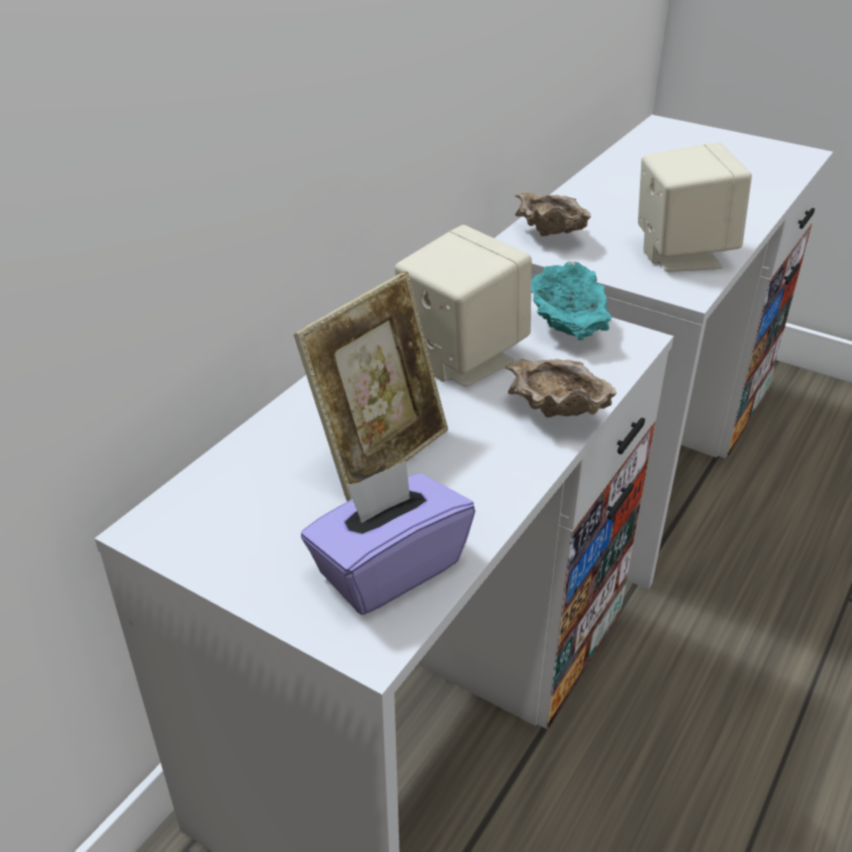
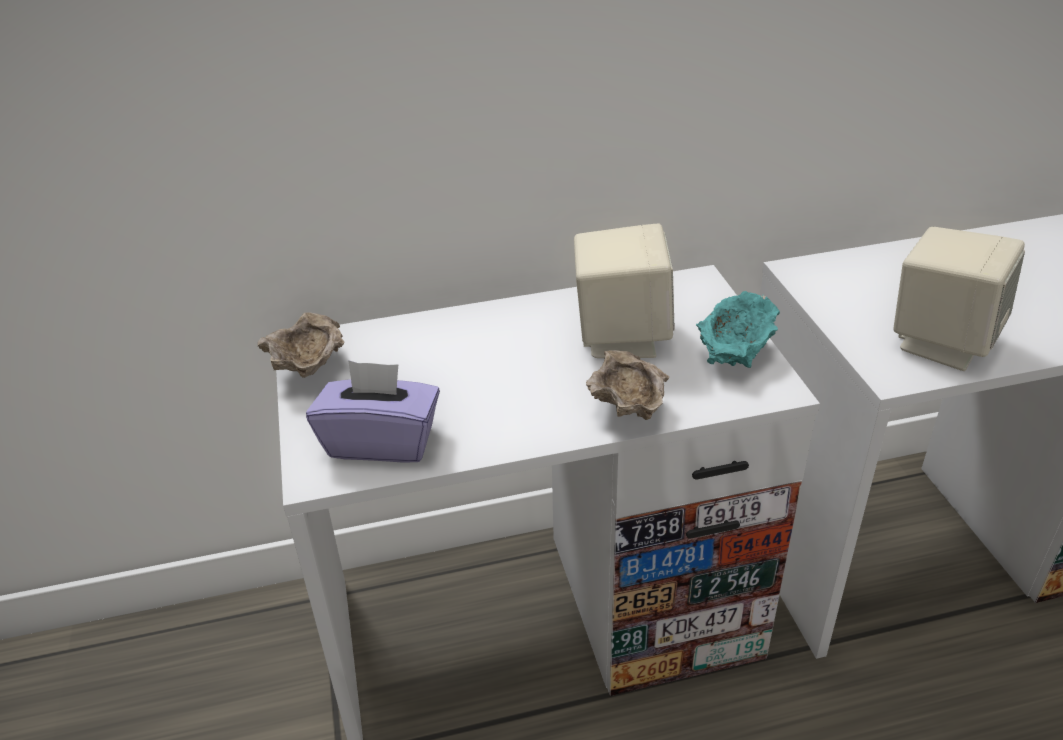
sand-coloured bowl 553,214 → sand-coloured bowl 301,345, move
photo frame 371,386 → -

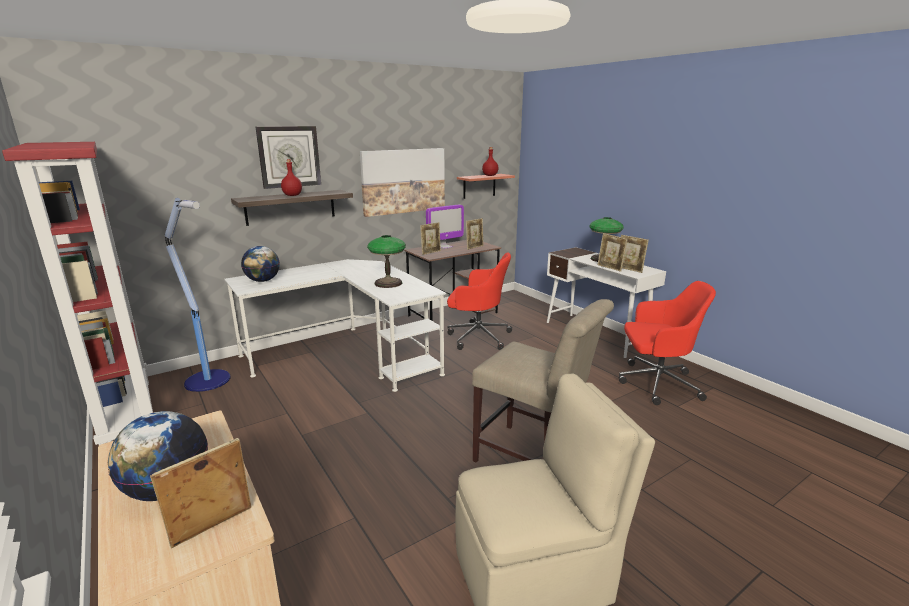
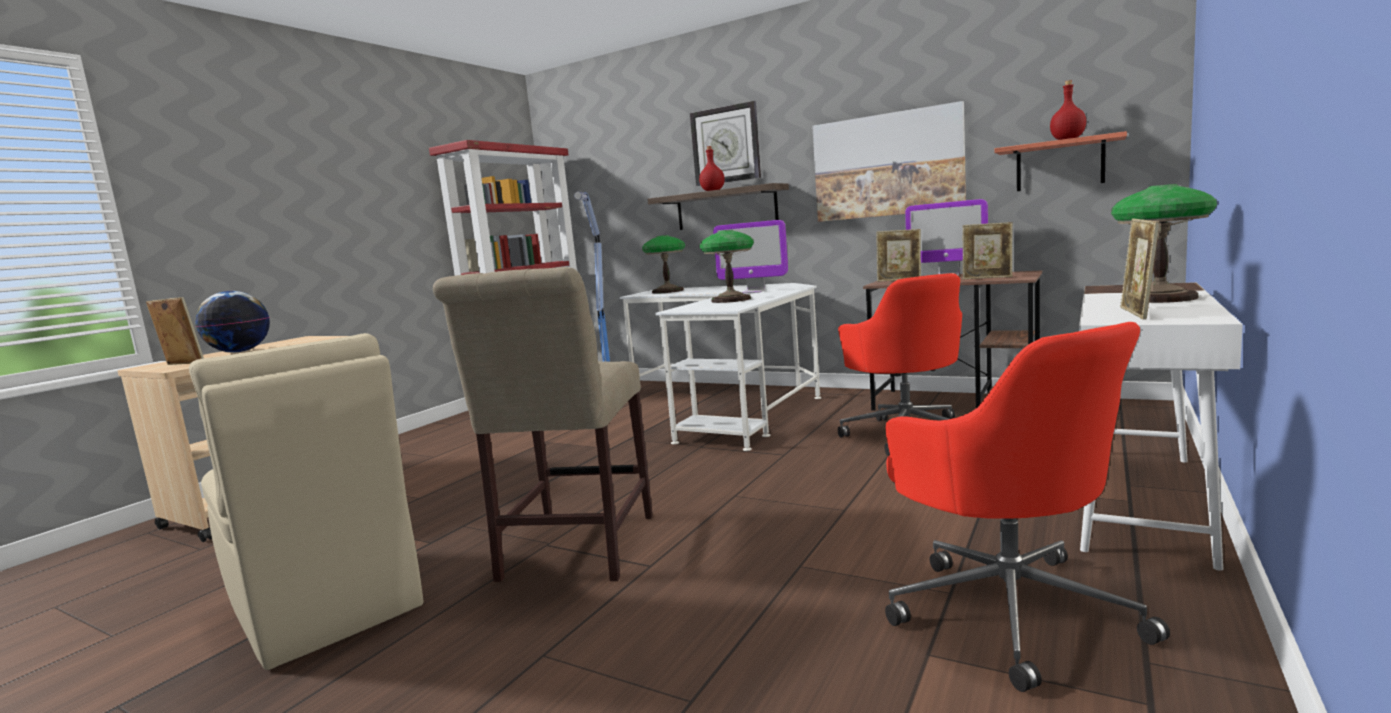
photo frame 612,252 → -
desk globe 260,264 → tabletop lamp 663,264
- → computer screen 750,257

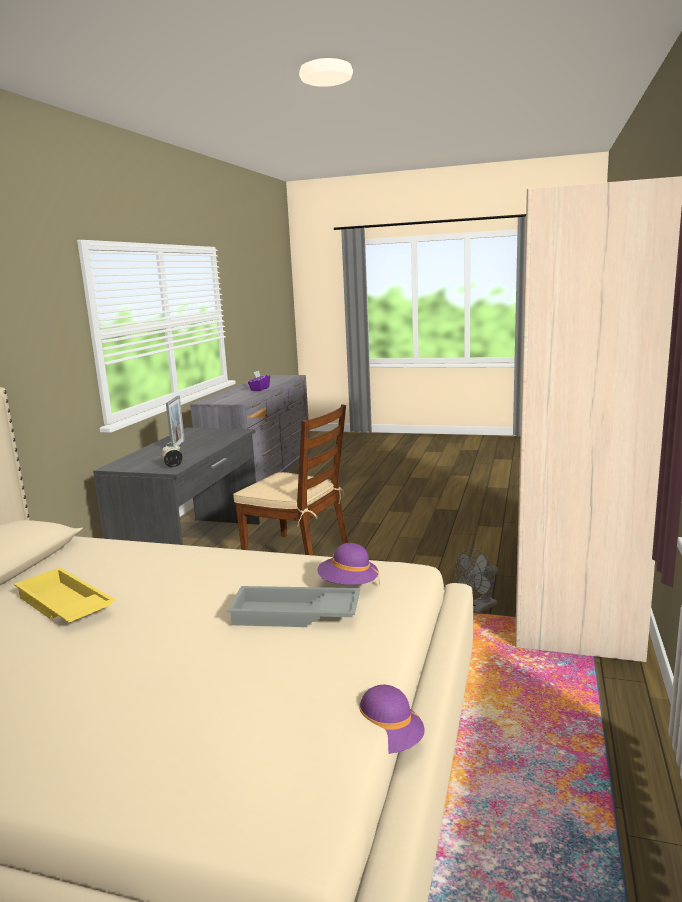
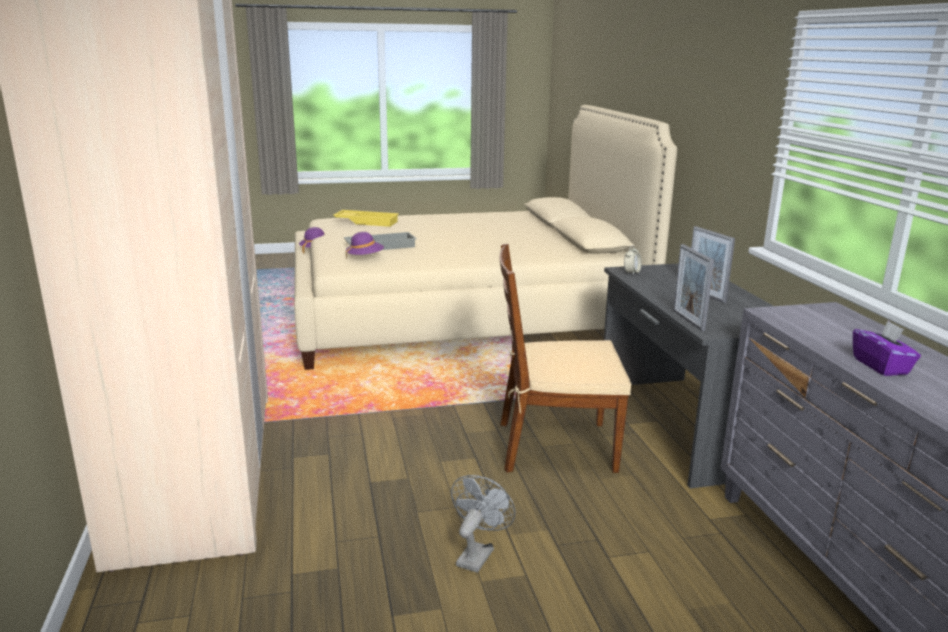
greyish cooling fan 476,581 → greyish cooling fan 483,524, move
yellow-coloured tray 64,595 → yellow-coloured tray 366,218, move
- → photo frame 693,287

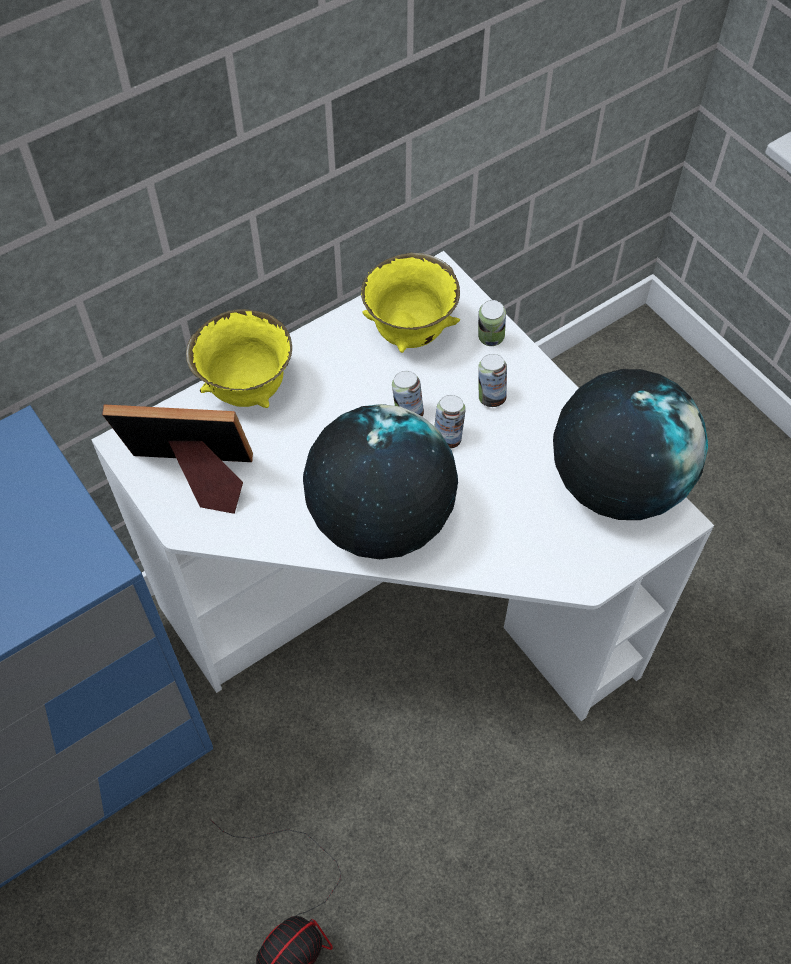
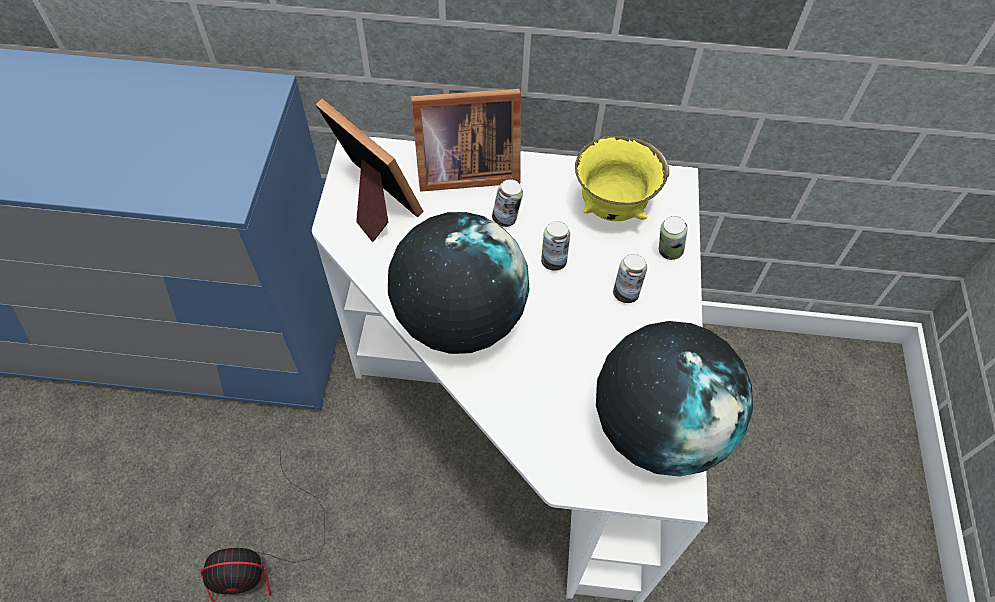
yellow-coloured bowl 239,358 → photo frame 466,140
sealed can 450,422 → sealed can 507,203, move

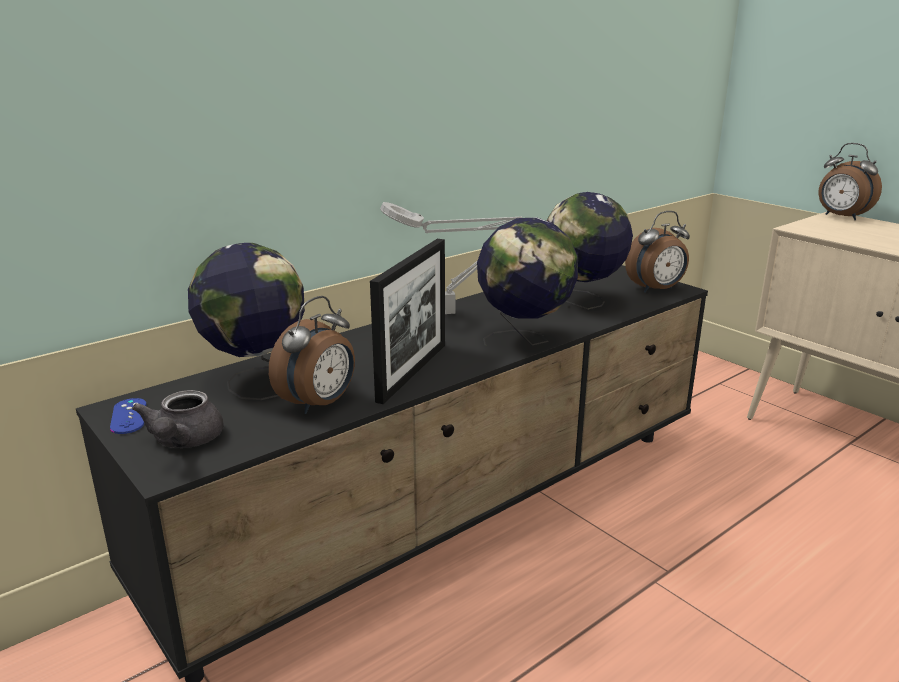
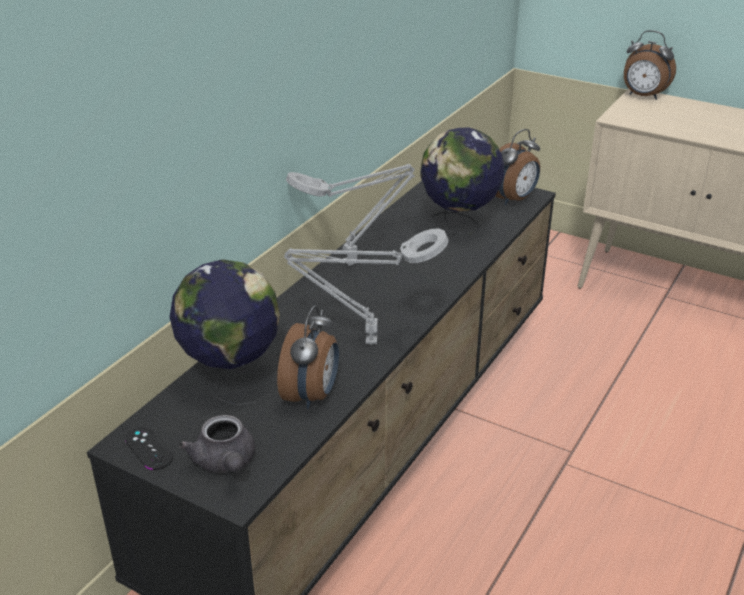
desk globe 527,281 → -
photo frame 407,321 → greyish tabletop lamp 366,287
blue-coloured game controller 128,416 → black game controller 149,448

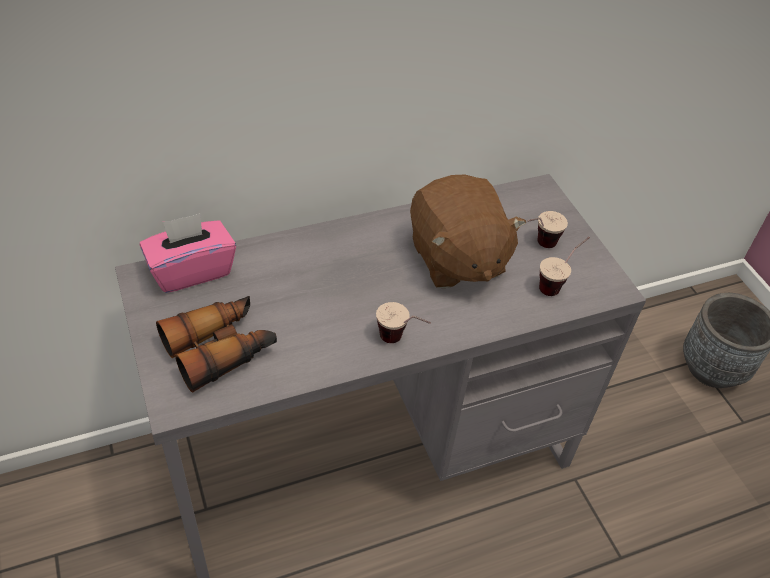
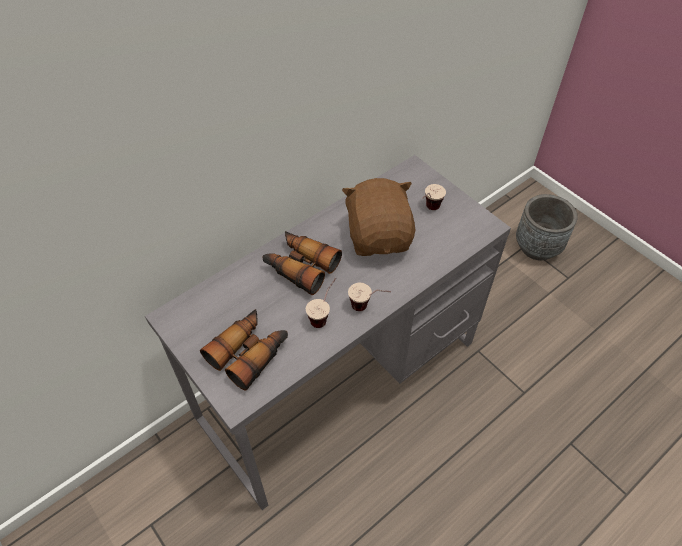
brown cuddly toy 468,231 → brown cuddly toy 378,217, 150 degrees counterclockwise
pinkish tissue box 188,253 → -
small cup 564,266 → small cup 321,303, move
- → pair of binoculars 302,263

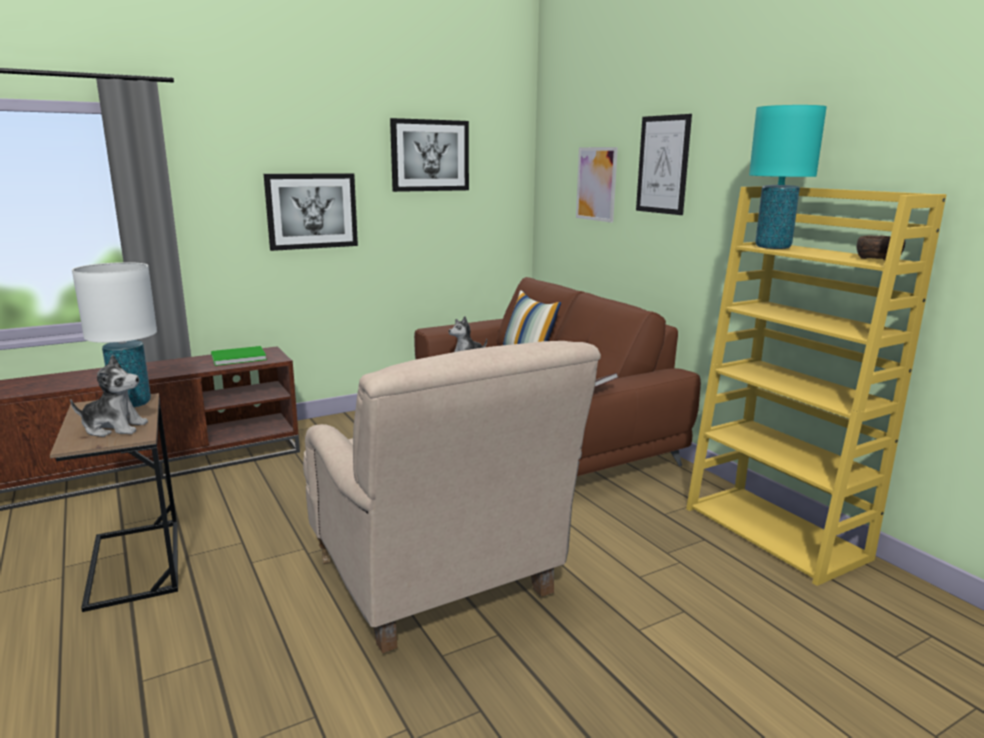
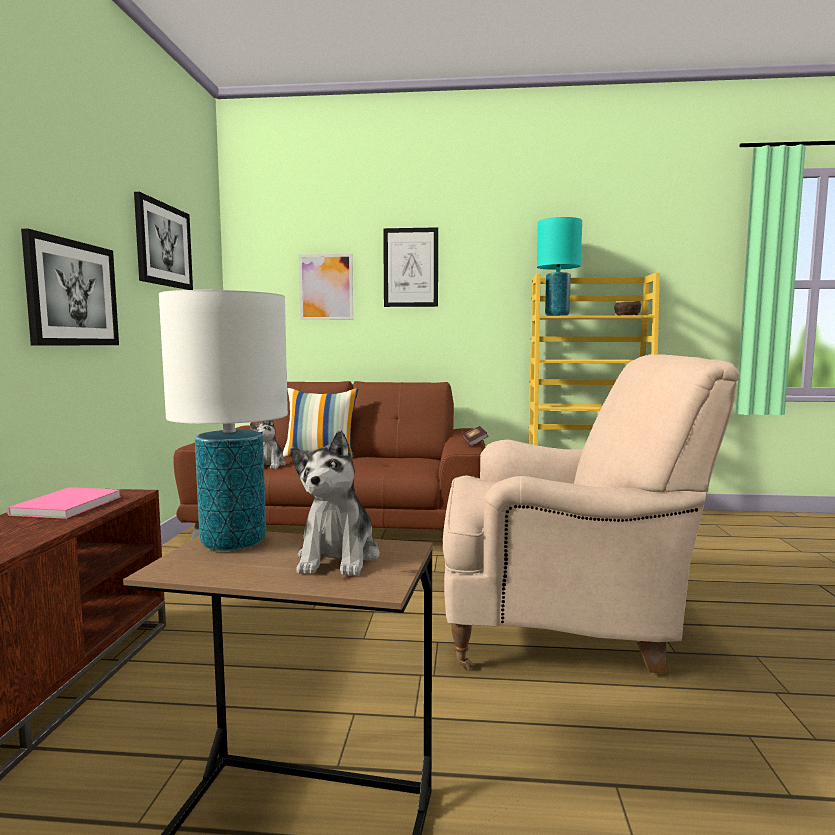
green-coloured volume 239,356 → pinkish volume 64,503
cuddly toy 109,396 → cuddly toy 335,503, 150 degrees clockwise

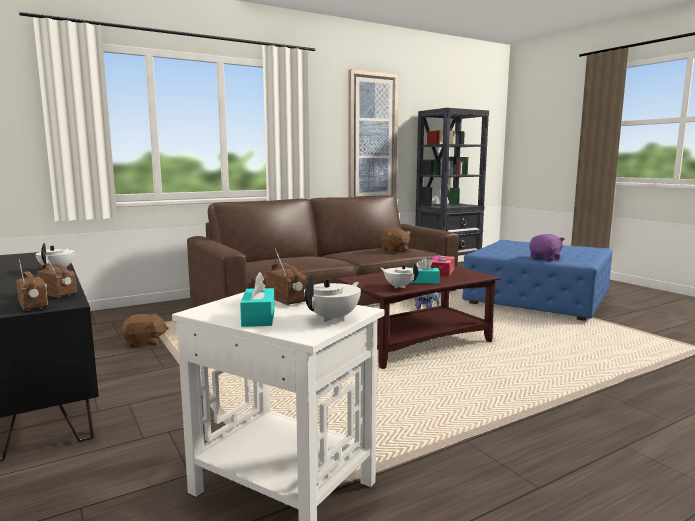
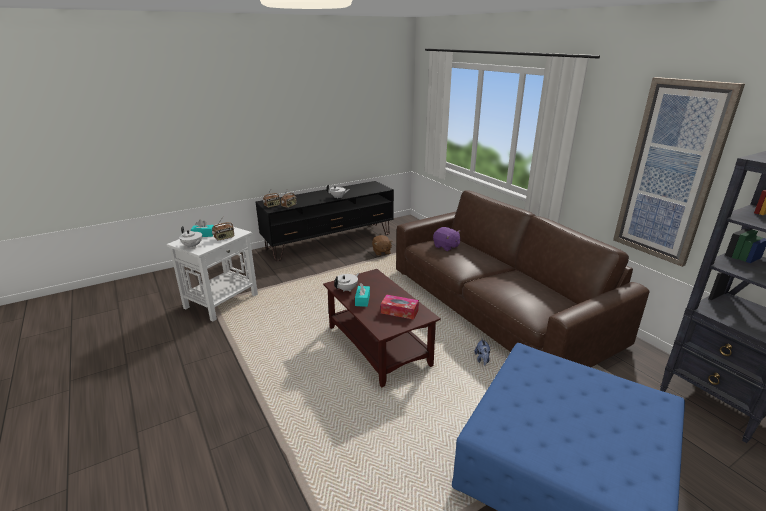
brown cuddly toy 396,239 → -
purple-coloured cuddly toy 547,247 → purple-coloured cuddly toy 447,239, move

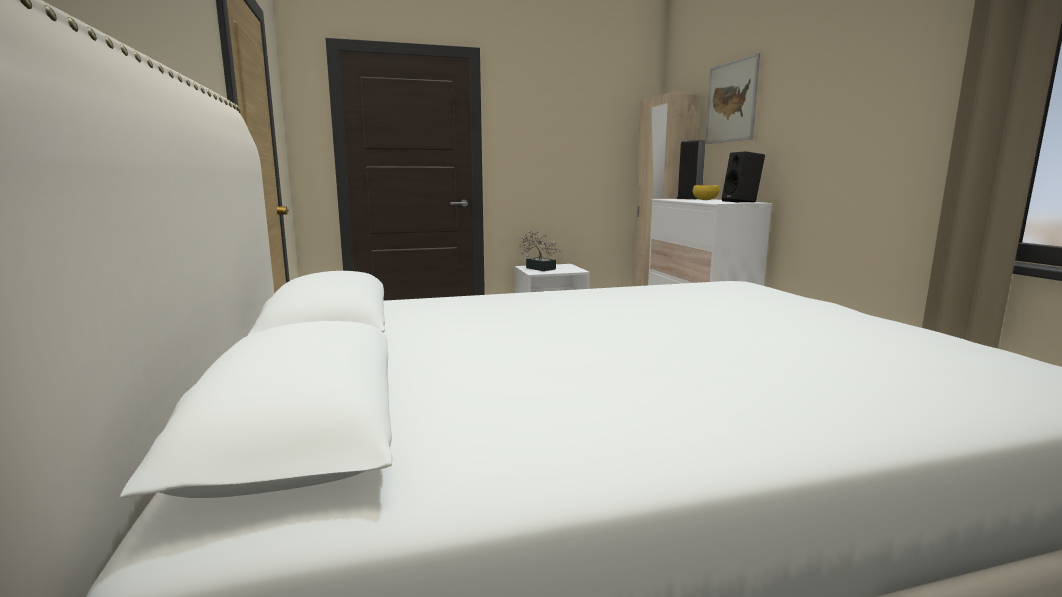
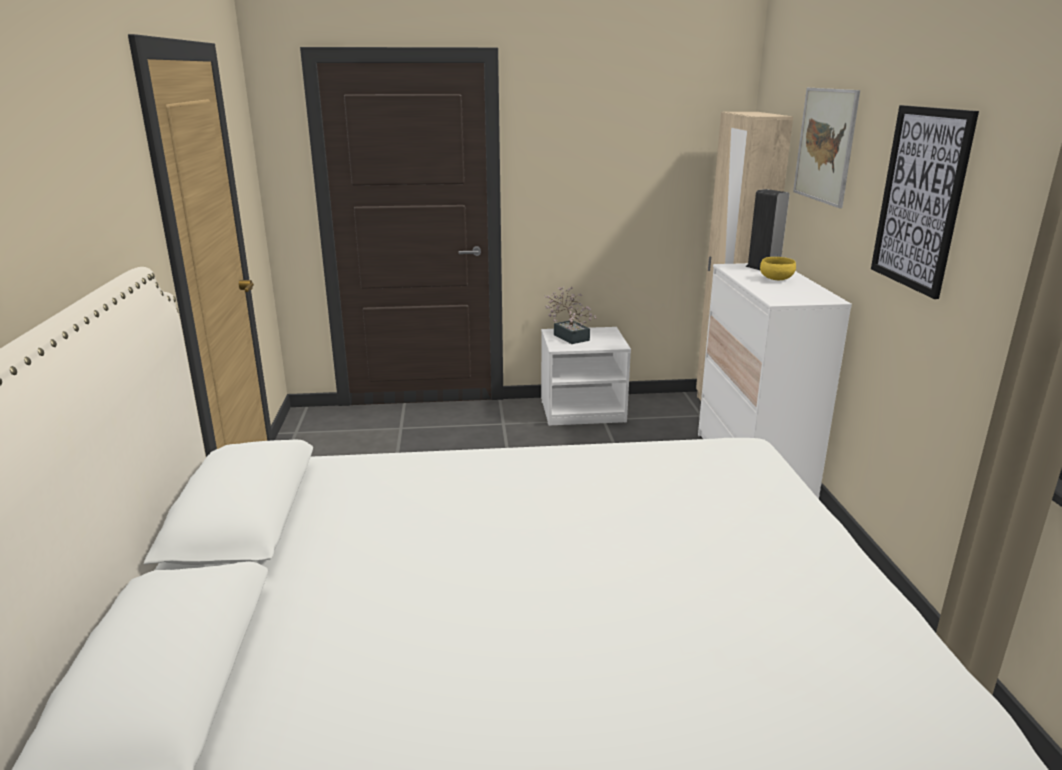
black loudspeaker 743,177 → -
- → picture 925,202

